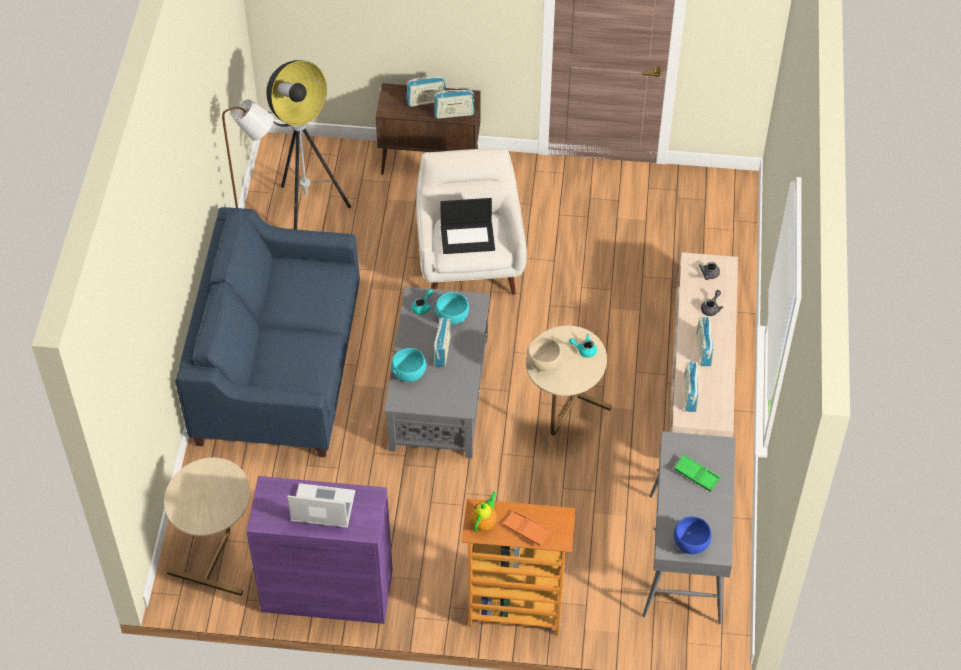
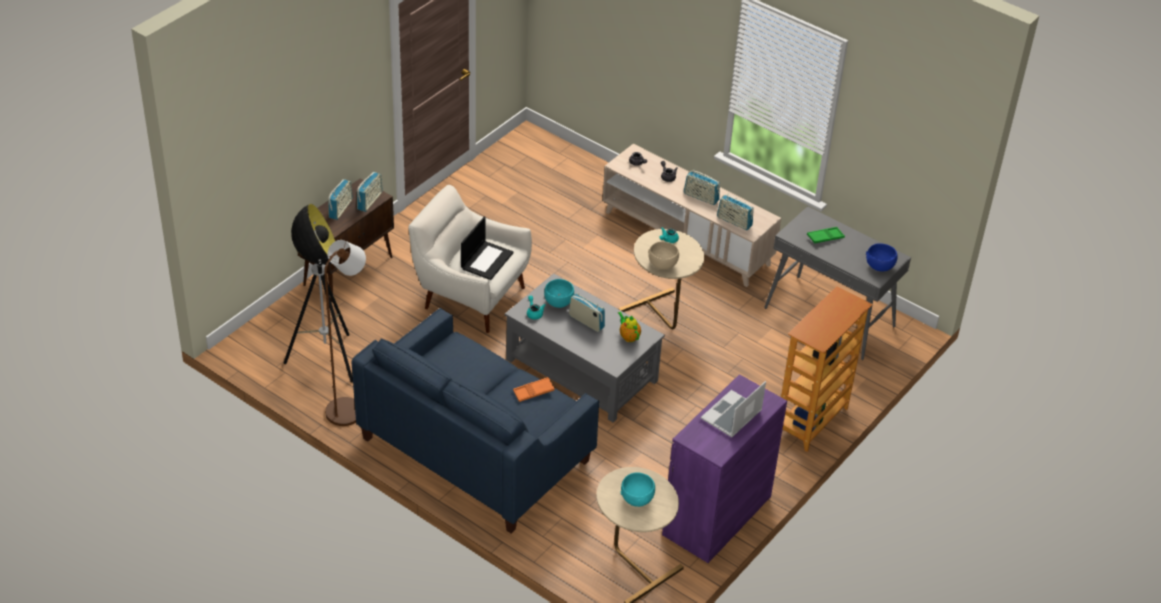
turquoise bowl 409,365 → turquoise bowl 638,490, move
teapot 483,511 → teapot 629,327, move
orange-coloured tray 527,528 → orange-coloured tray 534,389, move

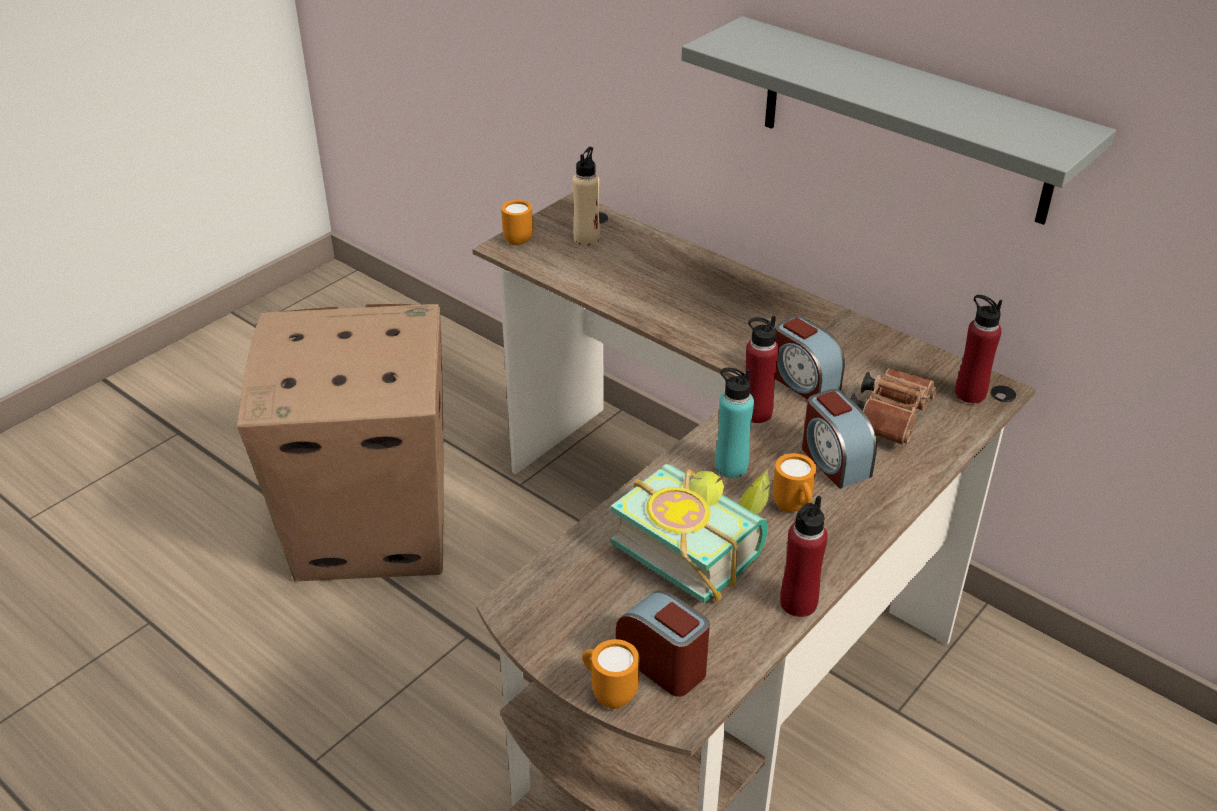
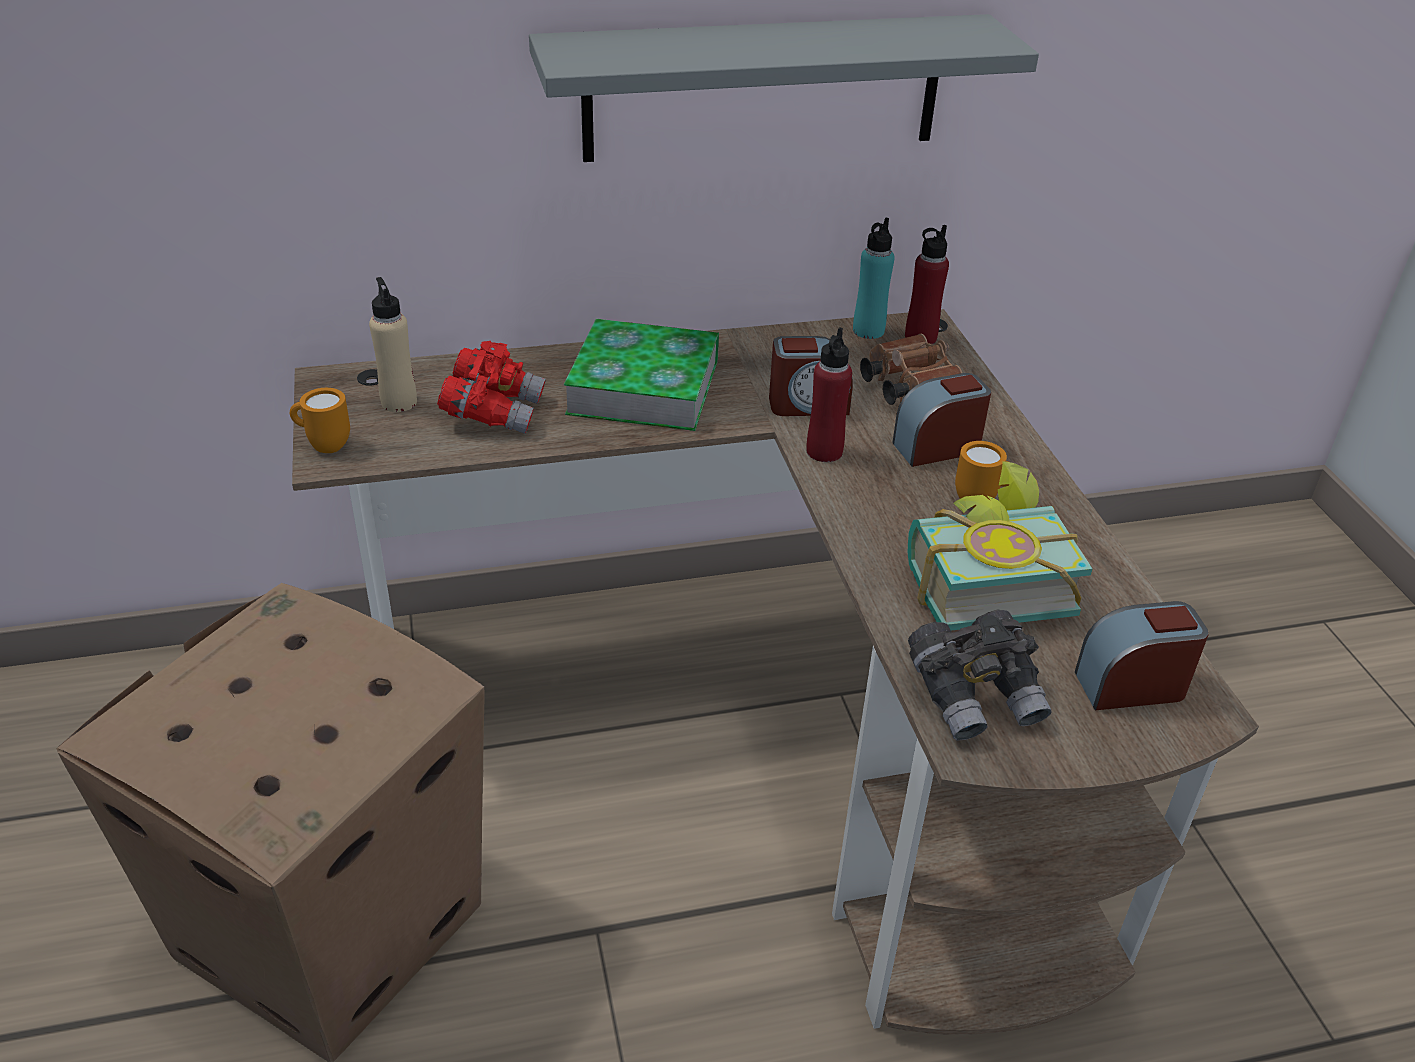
turquoise drink bottle 734,423 → turquoise drink bottle 874,278, move
alarm clock 839,439 → alarm clock 941,420, 150 degrees clockwise
red drink bottle 804,556 → -
orange-coloured tea mug 611,674 → -
- → volume 641,375
- → red pair of binoculars 491,387
- → greyish pair of binoculars 979,674

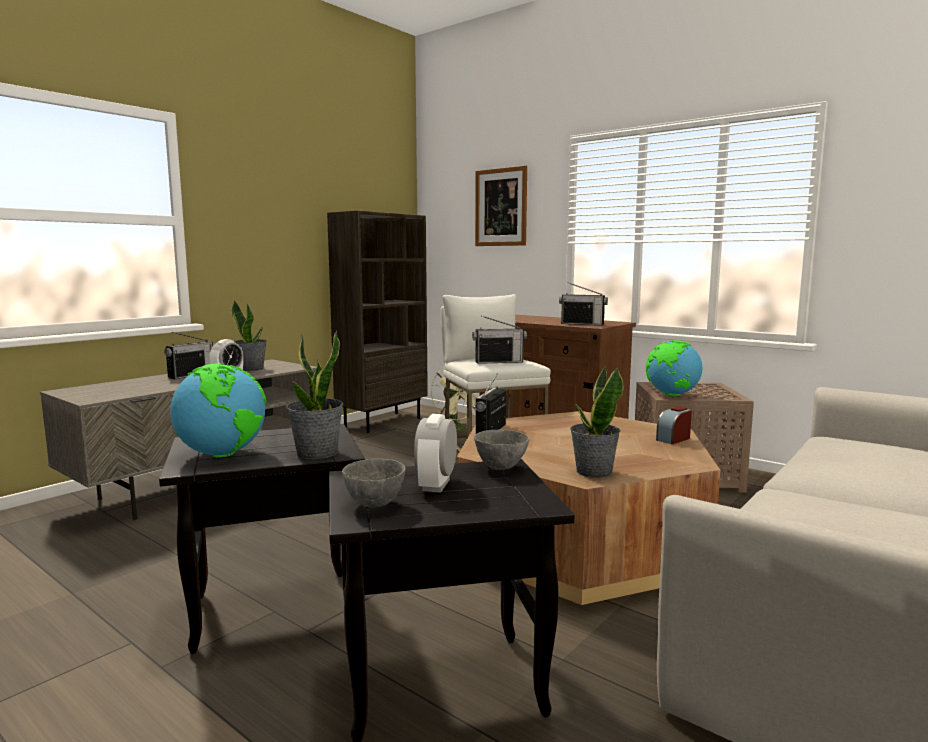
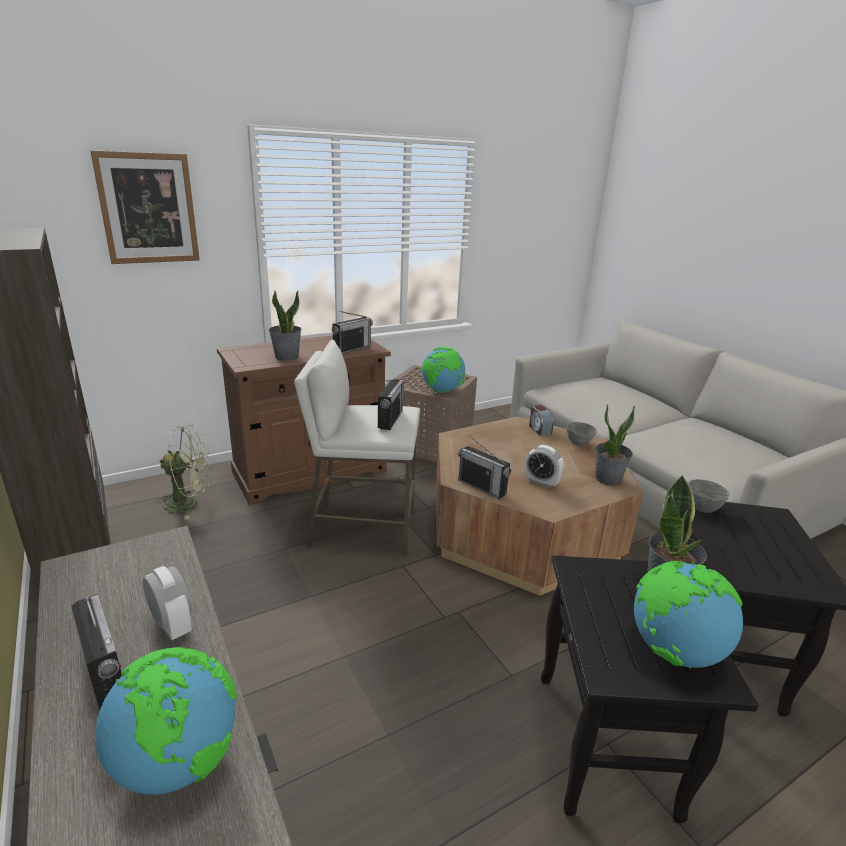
houseplant 249,335 → houseplant 285,325, move
alarm clock 435,453 → alarm clock 544,466, move
greyish bowl 374,483 → greyish bowl 582,433, move
- → desk globe 166,721

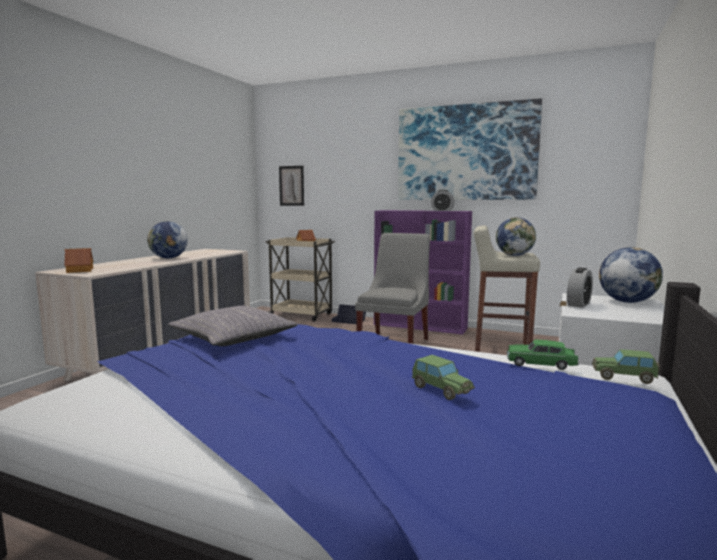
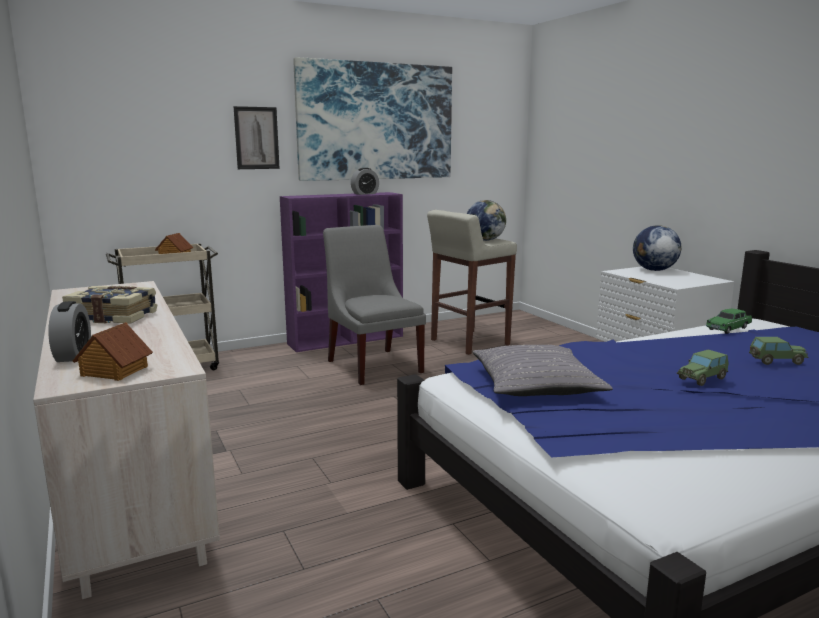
picture 291,186 → picture 256,137, move
desk globe 167,239 → volume 109,304
alarm clock 580,287 → alarm clock 69,331, move
black storage container 349,314 → -
toy car 626,366 → toy car 703,367, move

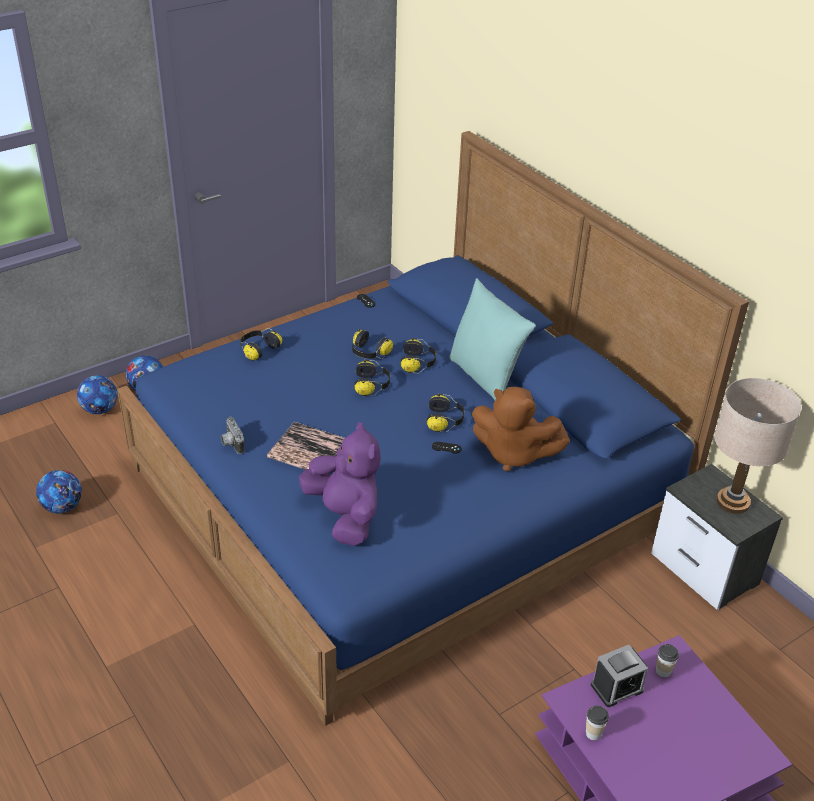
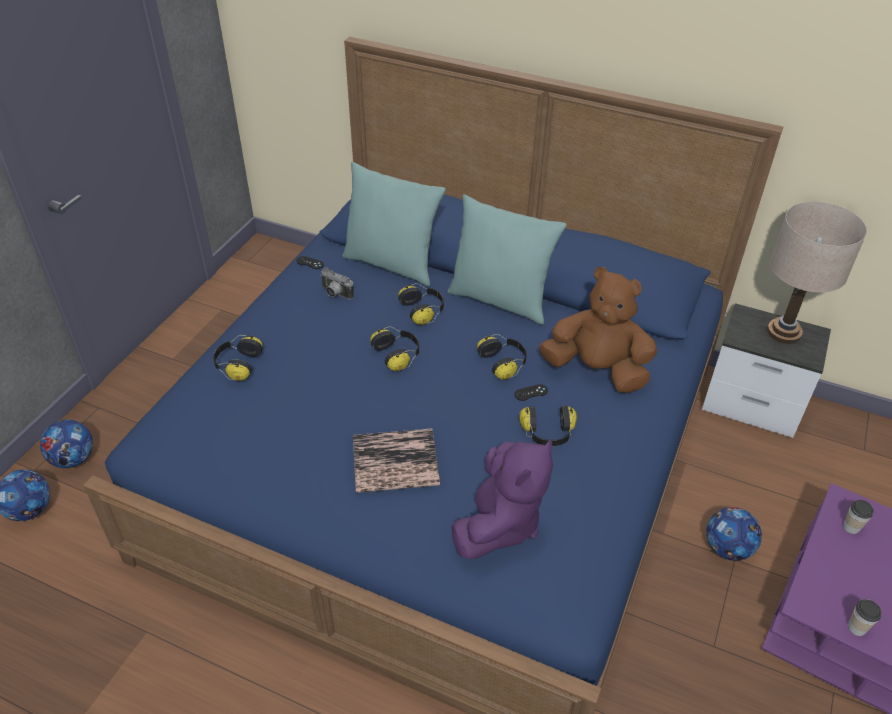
pair of headphones 372,344 → pair of headphones 548,426, move
brown cuddly toy 521,429 → brown cuddly toy 598,330, 150 degrees counterclockwise
still camera 232,435 → still camera 337,283, move
purple-coloured cuddly toy 340,484 → purple-coloured cuddly toy 502,499, 90 degrees clockwise
football ball 59,491 → football ball 734,534, move
alarm clock 619,676 → -
- → turquoise cushion 394,223

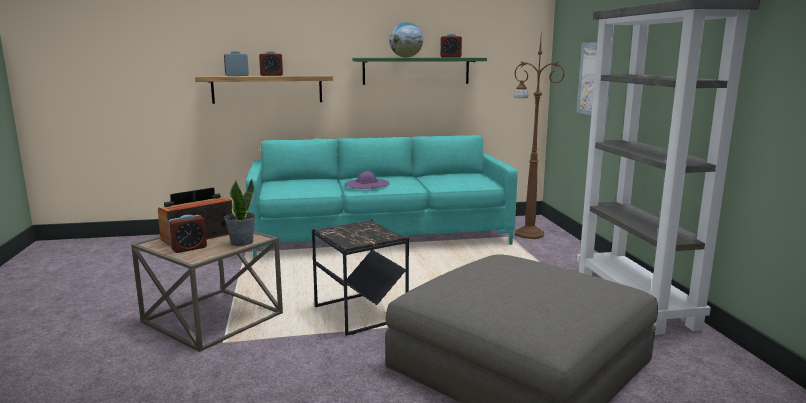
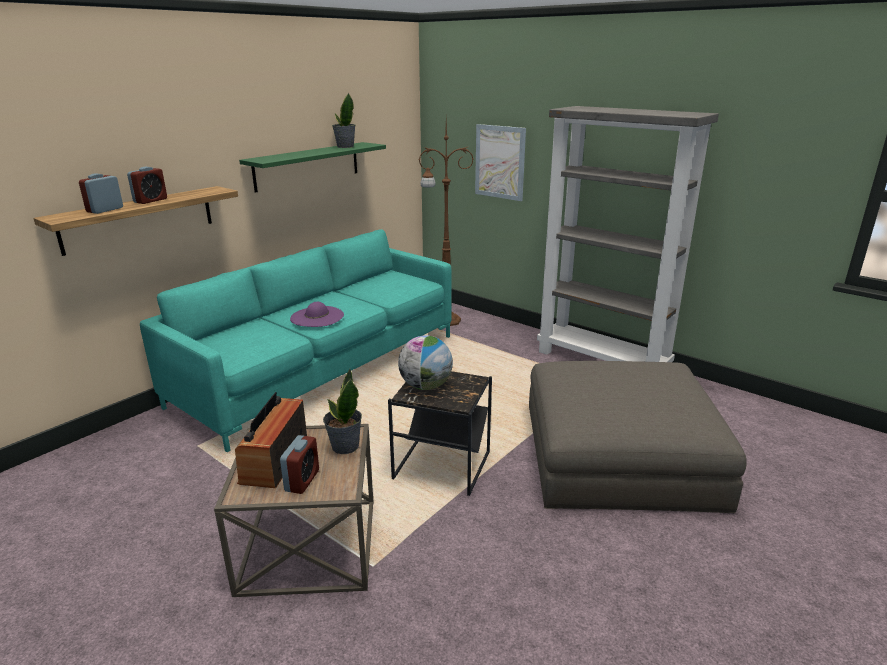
desk globe 406,40 → desk globe 425,362, move
alarm clock 451,45 → houseplant 343,120

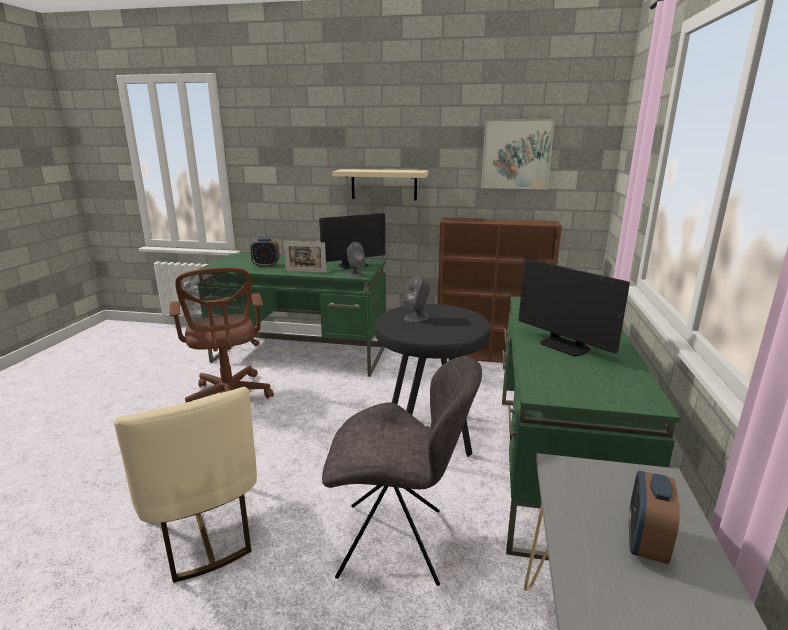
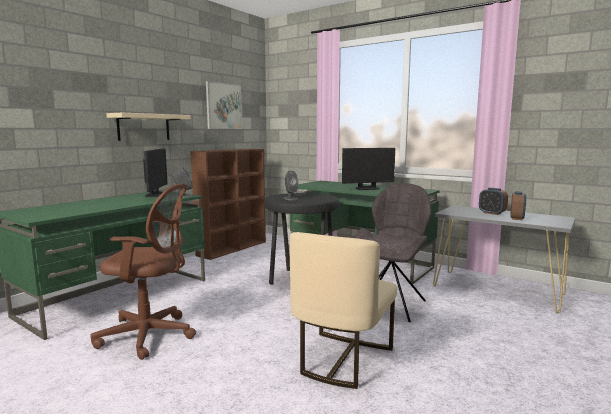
alarm clock 265,252 → alarm clock 518,205, move
photo frame 305,257 → -
sand-coloured chair 185,485 → sand-coloured chair 343,310, 120 degrees clockwise

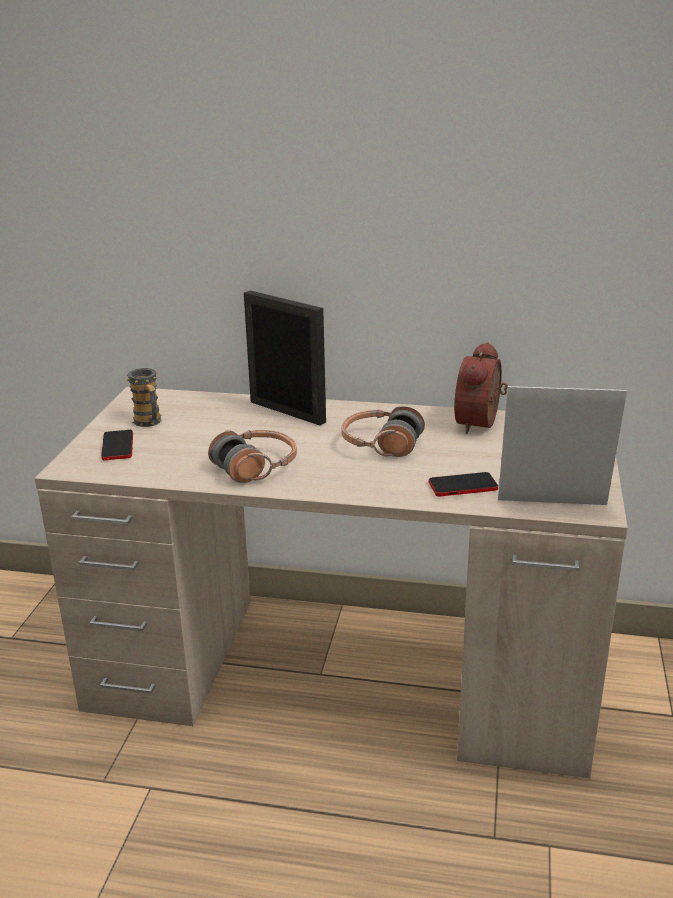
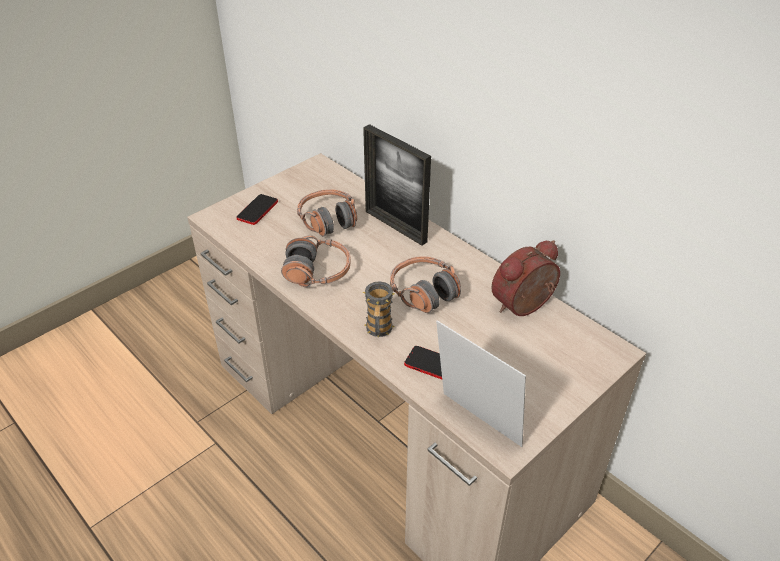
photo frame 285,358 → photo frame 397,184, 150 degrees clockwise
tea mug 144,397 → tea mug 378,309, move
- → pair of headphones 327,213

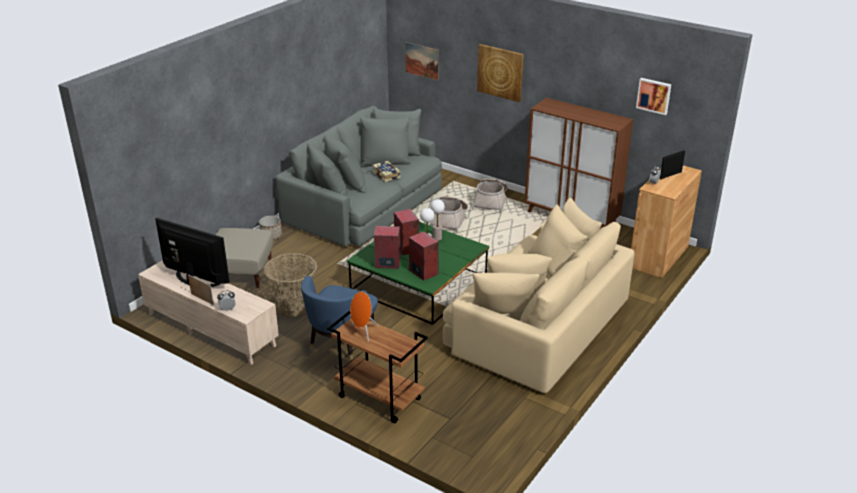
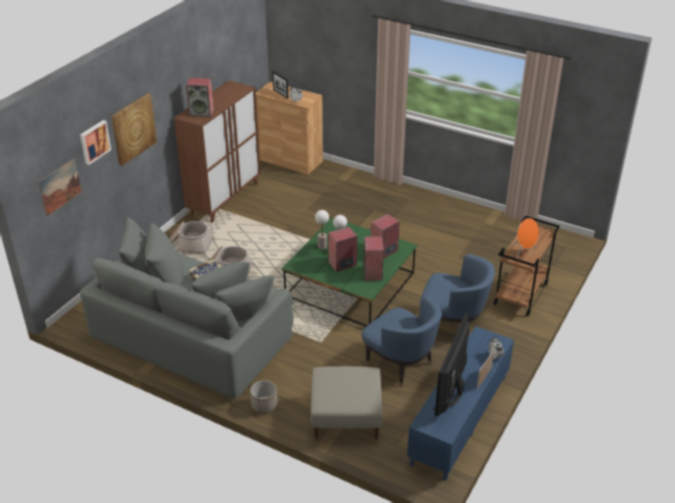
picture 653,96 → picture 95,142, move
sand-coloured sofa 538,295 → -
storage basket 290,285 → blue-coloured armchair 402,342
sand-coloured tv unit 208,312 → blue-coloured tv unit 460,403
- → loudspeaker 200,98

